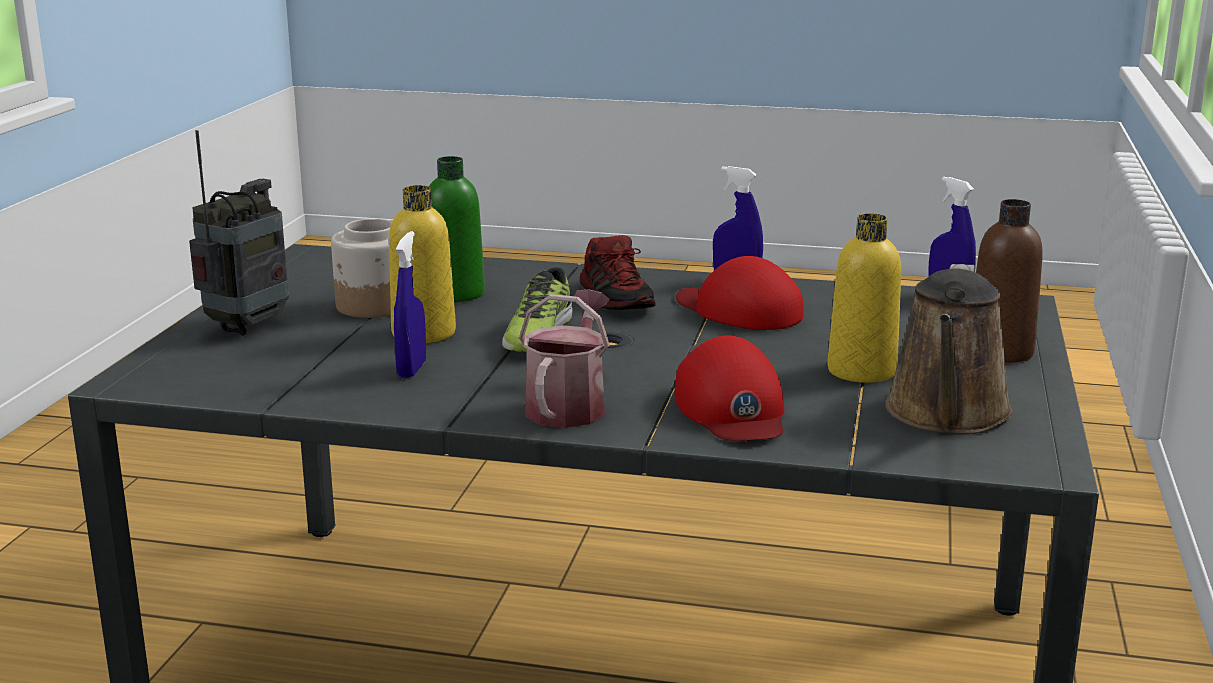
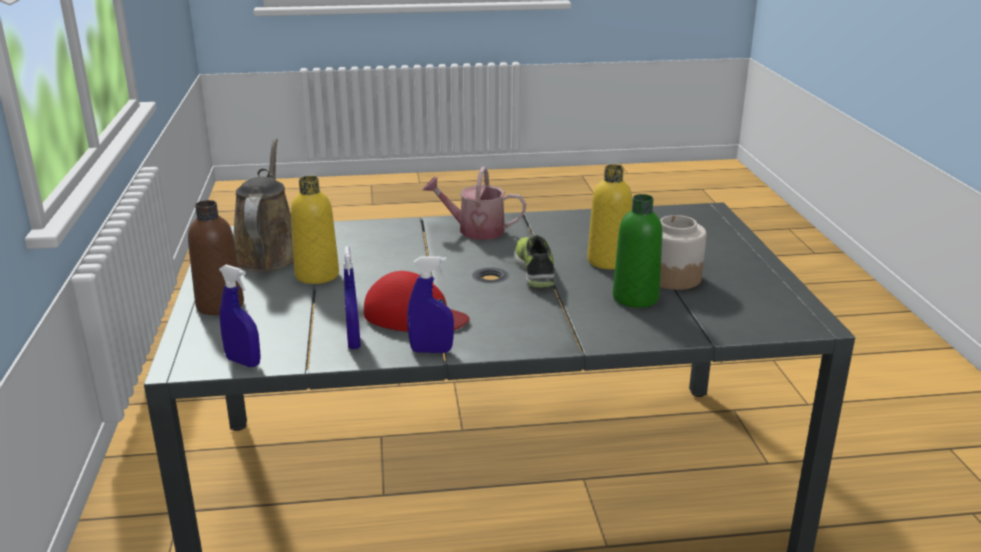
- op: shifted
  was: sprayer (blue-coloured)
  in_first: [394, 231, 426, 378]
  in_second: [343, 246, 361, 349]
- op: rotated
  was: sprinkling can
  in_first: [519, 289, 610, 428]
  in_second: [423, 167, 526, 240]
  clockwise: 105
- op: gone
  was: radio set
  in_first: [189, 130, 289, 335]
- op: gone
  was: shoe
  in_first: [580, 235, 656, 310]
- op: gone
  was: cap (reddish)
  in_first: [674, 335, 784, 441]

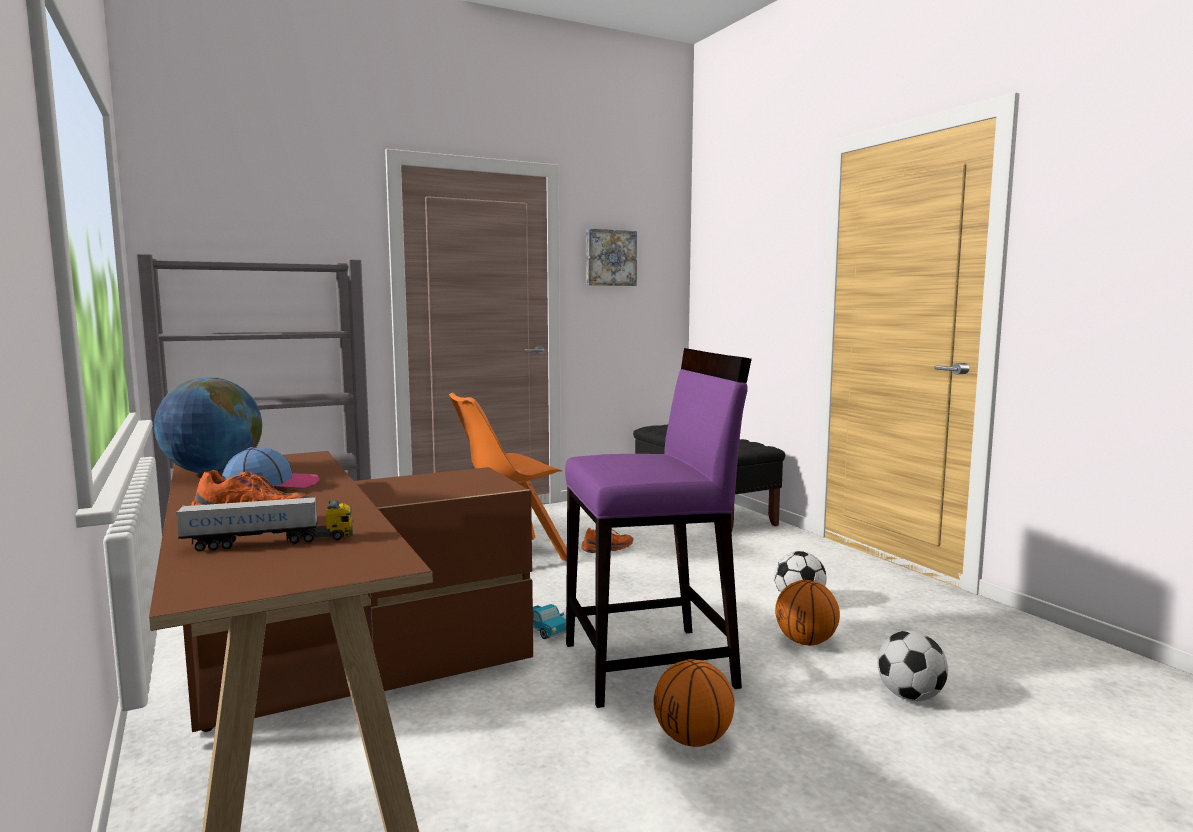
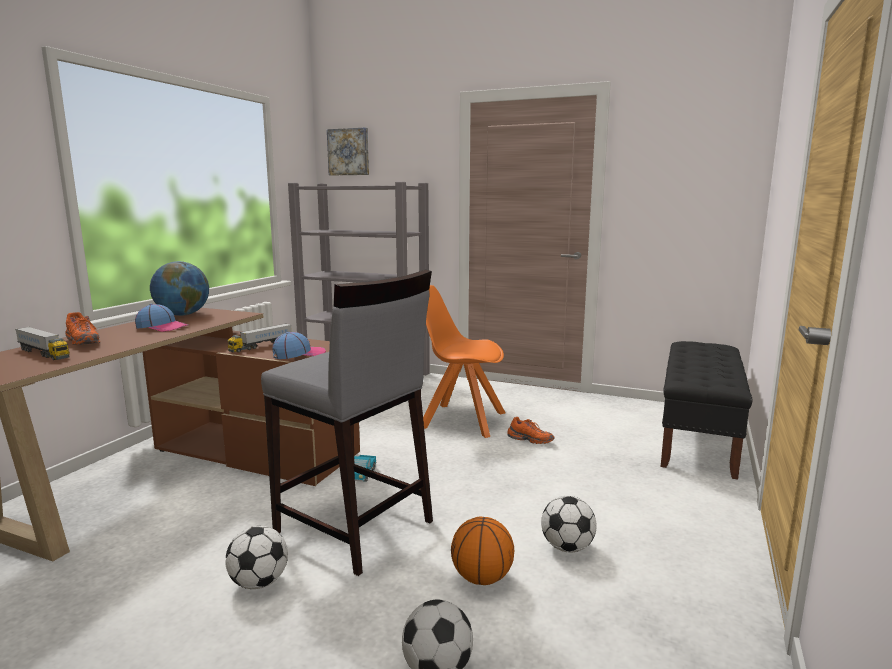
- op: swapped
  was: basketball
  now: ball for football
  in_first: [654, 659, 735, 747]
  in_second: [225, 526, 288, 589]
- op: new
  now: model truck
  in_second: [227, 323, 292, 352]
- op: repainted
  was: sitting stool (purple-coloured)
  now: sitting stool (greyish)
  in_first: [565, 348, 752, 708]
  in_second: [261, 269, 433, 576]
- op: new
  now: cap
  in_second: [272, 332, 326, 359]
- op: shifted
  was: picture
  in_first: [586, 229, 637, 286]
  in_second: [327, 127, 369, 175]

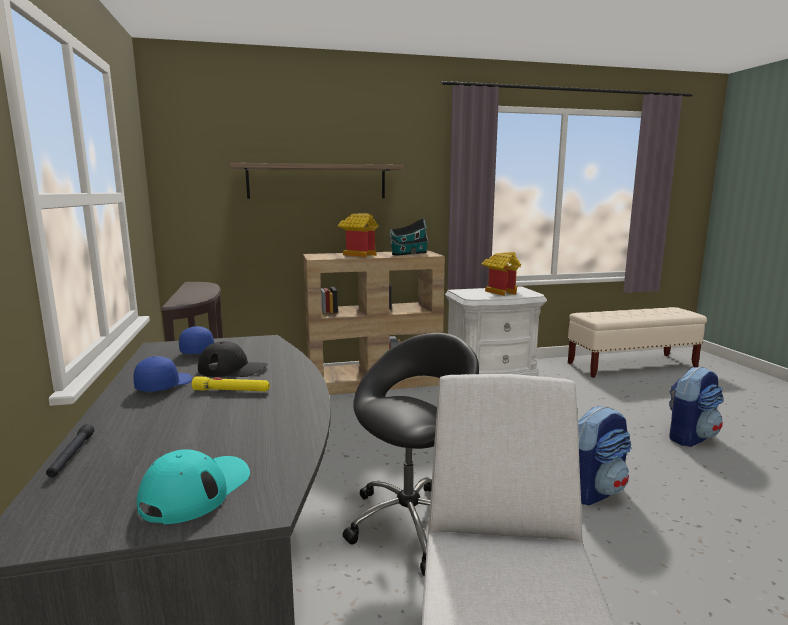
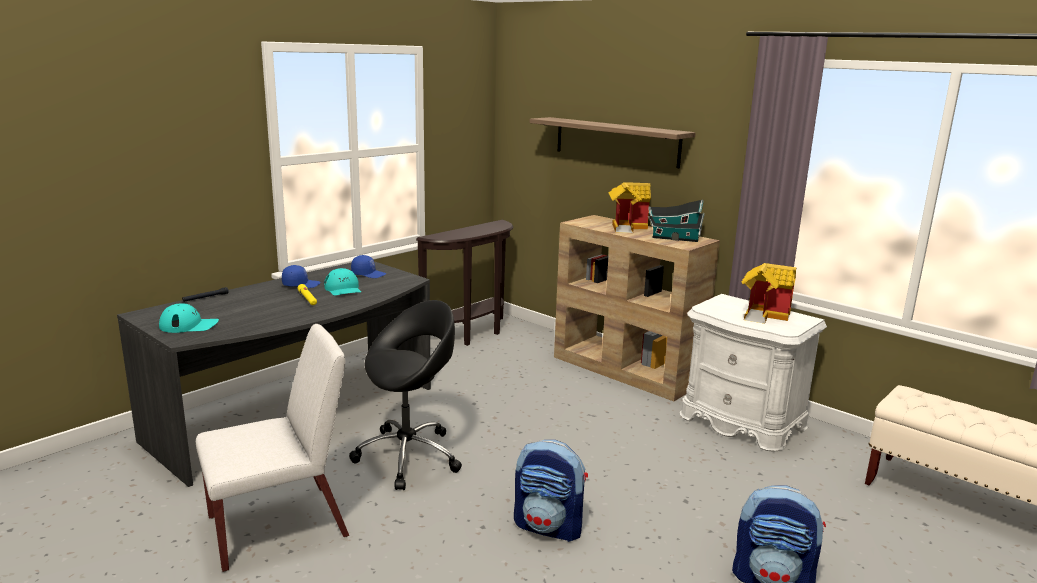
- op: repainted
  was: cap (black)
  now: cap (blue-green)
  in_first: [198, 341, 267, 377]
  in_second: [324, 268, 361, 296]
- op: rotated
  was: desk chair (black)
  in_first: [343, 333, 479, 576]
  in_second: [349, 300, 462, 490]
  clockwise: -45

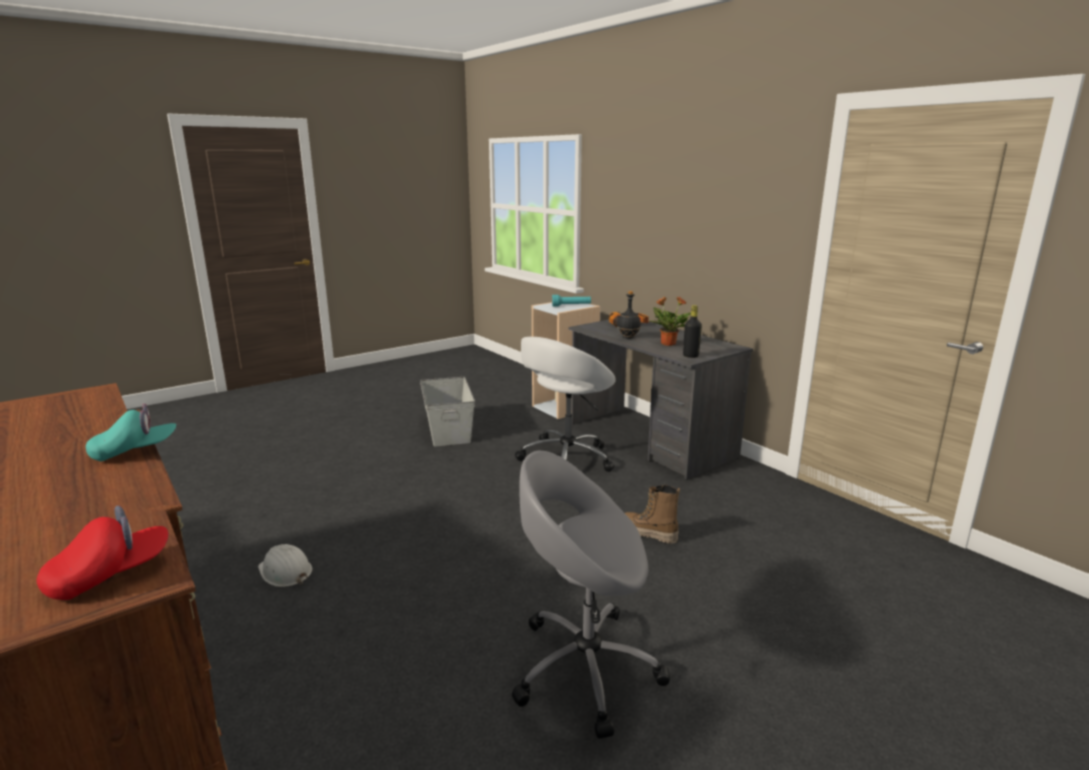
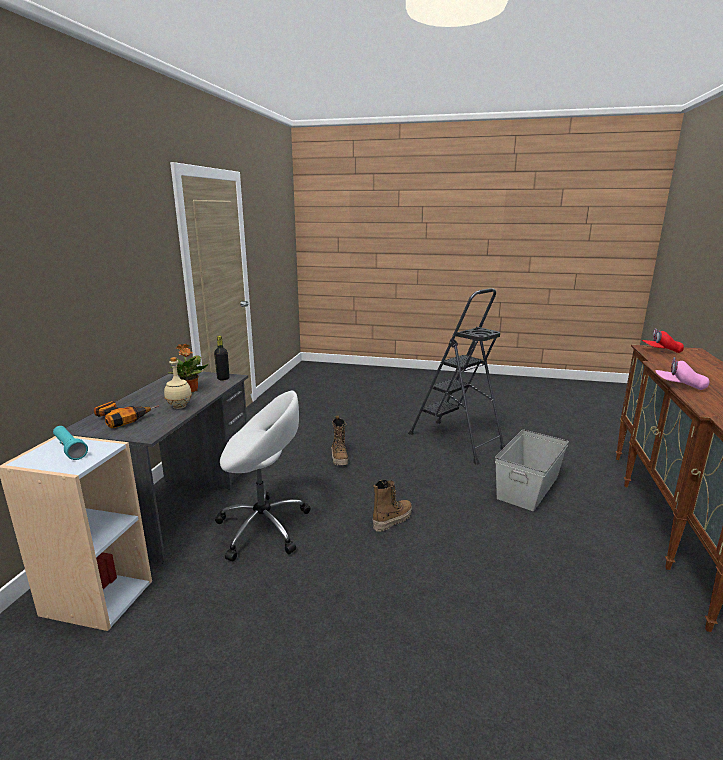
- op: repainted
  was: bottle (black)
  now: bottle (beige-coloured)
  in_first: [617, 291, 641, 338]
  in_second: [164, 357, 192, 409]
- op: new
  now: tall boot
  in_second: [373, 480, 412, 532]
- op: swapped
  was: desk chair (greyish)
  now: step ladder
  in_first: [512, 451, 670, 739]
  in_second: [408, 288, 505, 465]
- op: shifted
  was: storage box (greyish)
  in_first: [420, 377, 475, 447]
  in_second: [495, 429, 569, 511]
- op: repainted
  was: cap (blue-green)
  now: cap (pink-coloured)
  in_first: [86, 404, 176, 461]
  in_second: [655, 357, 709, 390]
- op: gone
  was: work helmet (whitish)
  in_first: [258, 544, 312, 587]

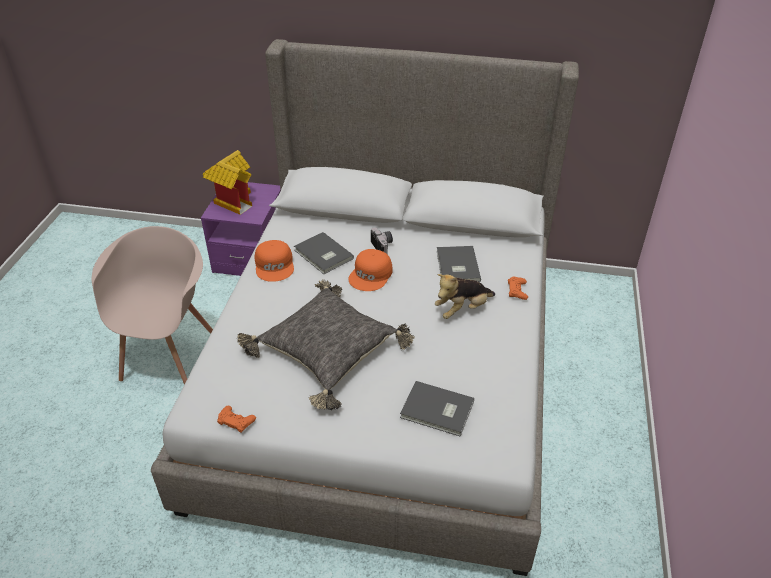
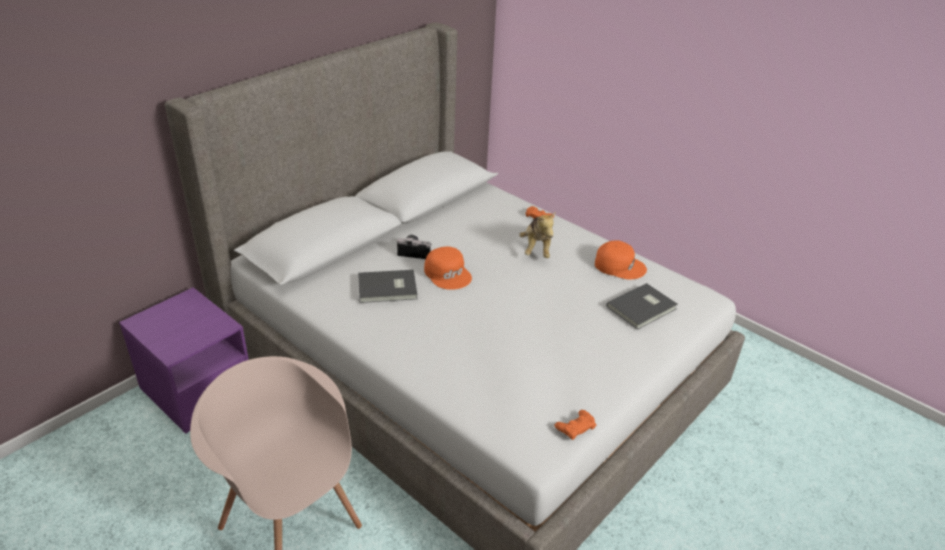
- op: shifted
  was: cap (orange)
  in_first: [254, 240, 294, 282]
  in_second: [595, 240, 647, 280]
- op: gone
  was: miniature house
  in_first: [203, 150, 252, 215]
- op: gone
  was: throw pillow
  in_first: [236, 279, 415, 410]
- op: gone
  was: book (greyish)
  in_first: [437, 246, 481, 282]

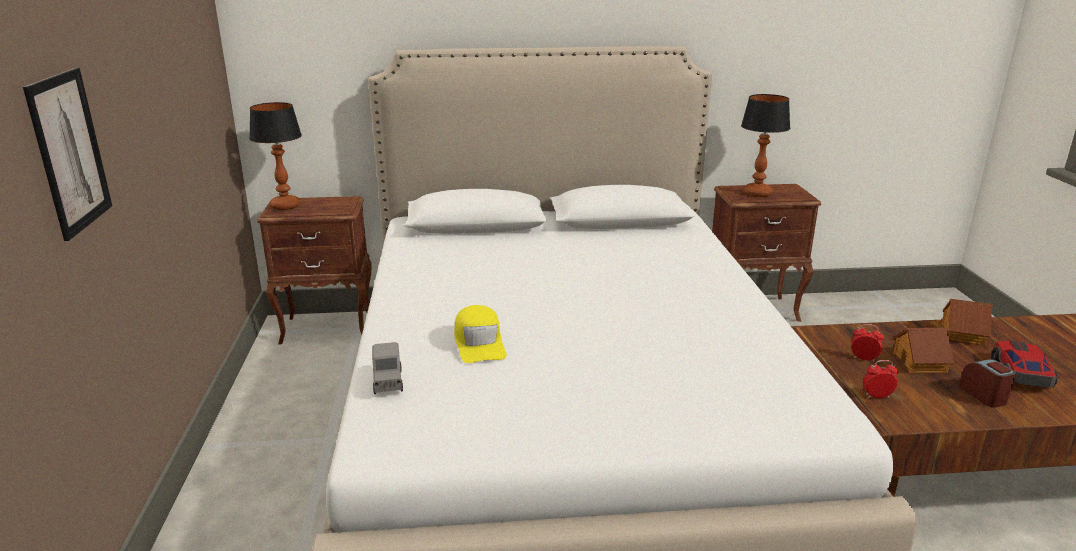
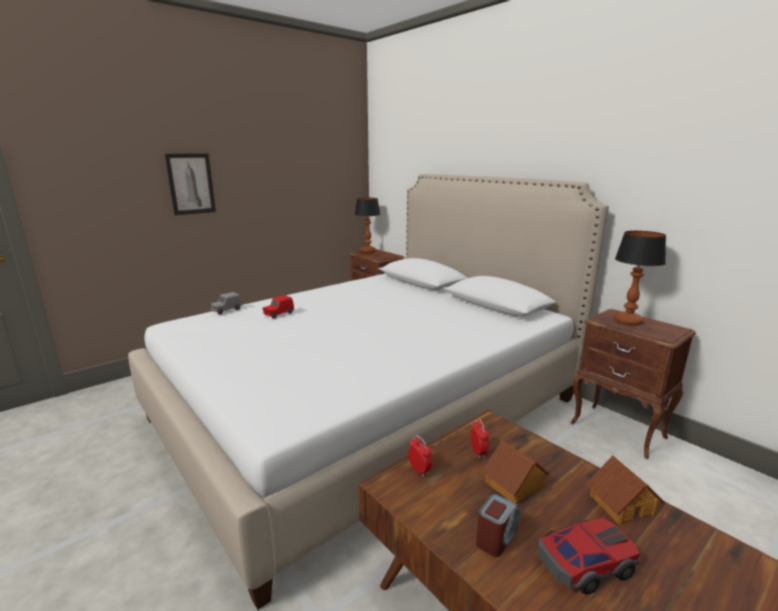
- op: swapped
  was: cap (yellow)
  now: model car (reddish)
  in_first: [454, 305, 507, 363]
  in_second: [263, 295, 294, 318]

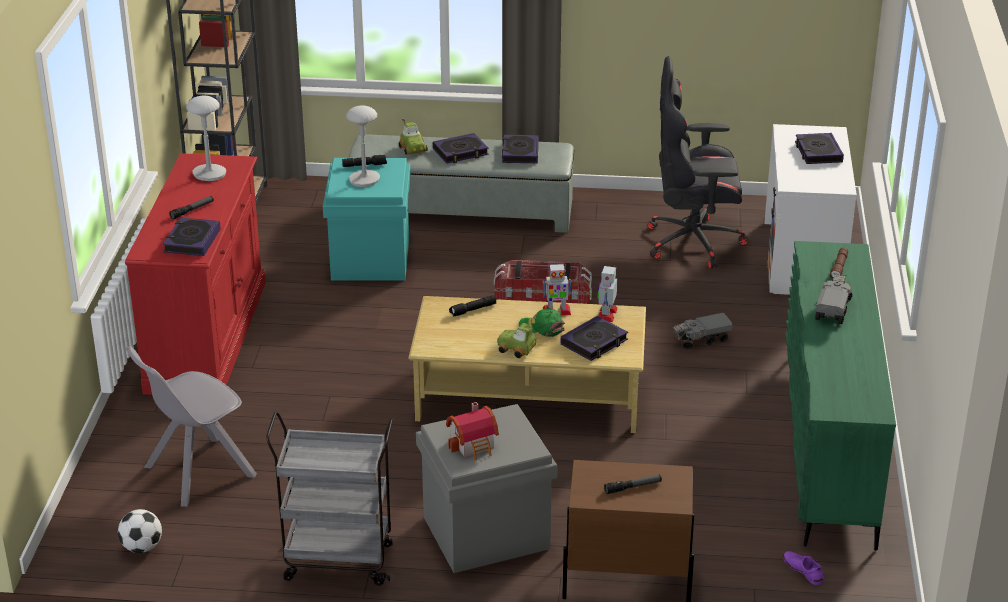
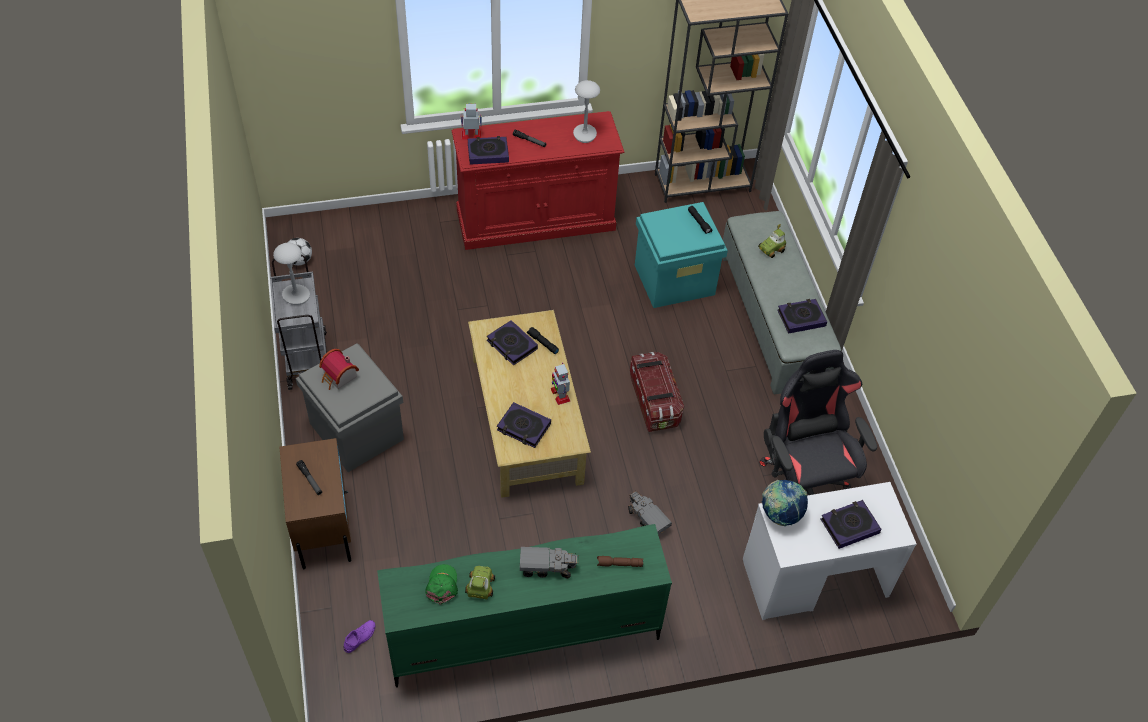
- op: shifted
  was: lamp for a table (greyish)
  in_first: [346, 105, 380, 187]
  in_second: [273, 243, 310, 305]
- op: shifted
  was: cap (greenish)
  in_first: [519, 308, 565, 337]
  in_second: [426, 564, 458, 605]
- op: shifted
  was: model robot
  in_first: [597, 265, 618, 322]
  in_second: [461, 104, 482, 140]
- op: shifted
  was: model car
  in_first: [497, 318, 536, 358]
  in_second: [465, 566, 495, 600]
- op: shifted
  was: book
  in_first: [433, 133, 488, 164]
  in_second: [487, 320, 538, 366]
- op: new
  now: world globe
  in_second: [761, 480, 808, 526]
- op: gone
  was: chair (greyish)
  in_first: [126, 346, 257, 507]

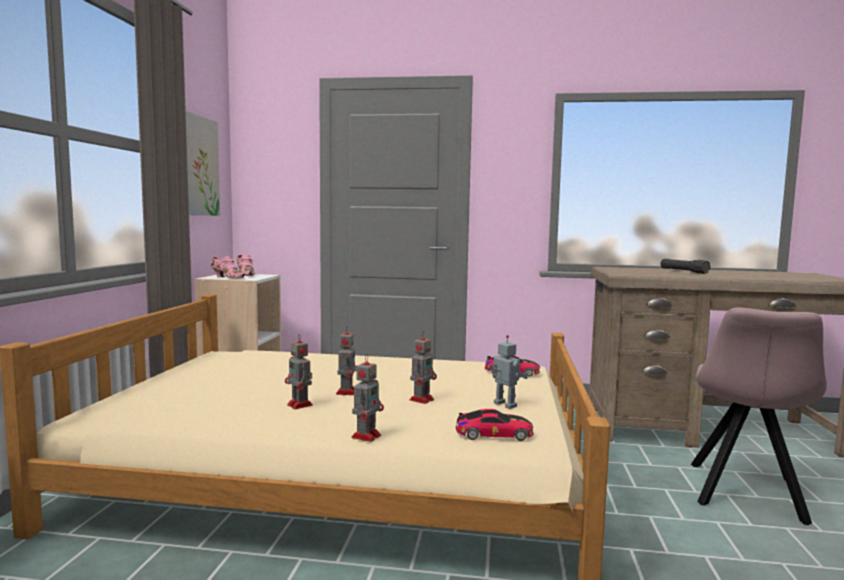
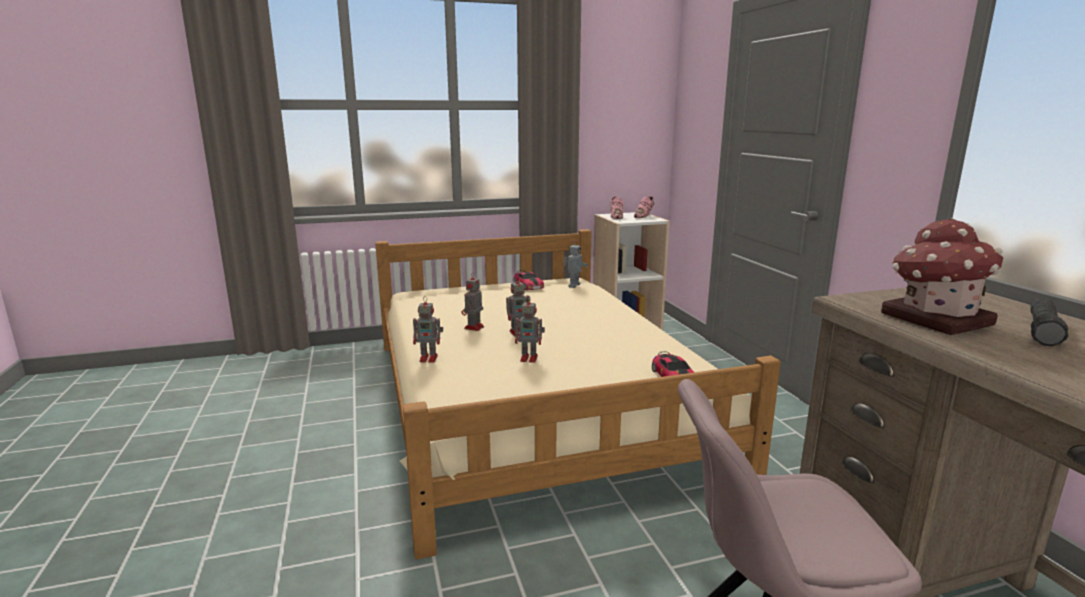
- op: shifted
  was: model car
  in_first: [456, 409, 533, 441]
  in_second: [514, 270, 544, 290]
- op: shifted
  was: model robot
  in_first: [492, 335, 528, 409]
  in_second: [563, 241, 588, 288]
- op: new
  now: miniature house
  in_second: [881, 218, 1003, 335]
- op: gone
  was: picture
  in_first: [186, 111, 220, 216]

